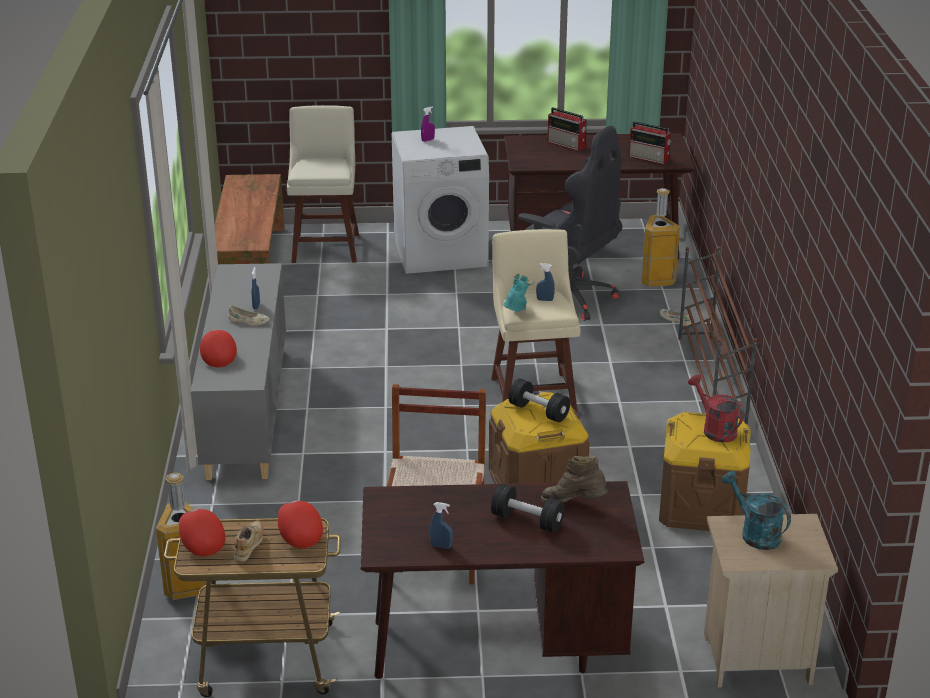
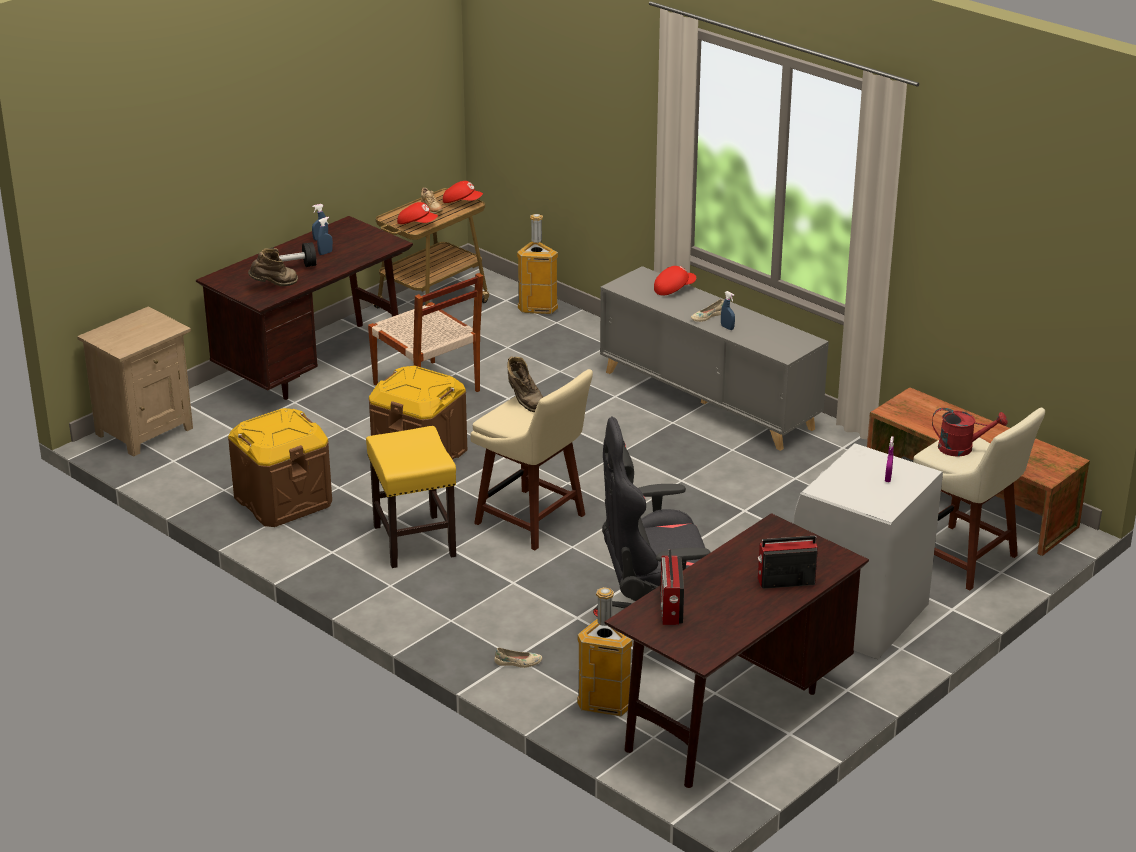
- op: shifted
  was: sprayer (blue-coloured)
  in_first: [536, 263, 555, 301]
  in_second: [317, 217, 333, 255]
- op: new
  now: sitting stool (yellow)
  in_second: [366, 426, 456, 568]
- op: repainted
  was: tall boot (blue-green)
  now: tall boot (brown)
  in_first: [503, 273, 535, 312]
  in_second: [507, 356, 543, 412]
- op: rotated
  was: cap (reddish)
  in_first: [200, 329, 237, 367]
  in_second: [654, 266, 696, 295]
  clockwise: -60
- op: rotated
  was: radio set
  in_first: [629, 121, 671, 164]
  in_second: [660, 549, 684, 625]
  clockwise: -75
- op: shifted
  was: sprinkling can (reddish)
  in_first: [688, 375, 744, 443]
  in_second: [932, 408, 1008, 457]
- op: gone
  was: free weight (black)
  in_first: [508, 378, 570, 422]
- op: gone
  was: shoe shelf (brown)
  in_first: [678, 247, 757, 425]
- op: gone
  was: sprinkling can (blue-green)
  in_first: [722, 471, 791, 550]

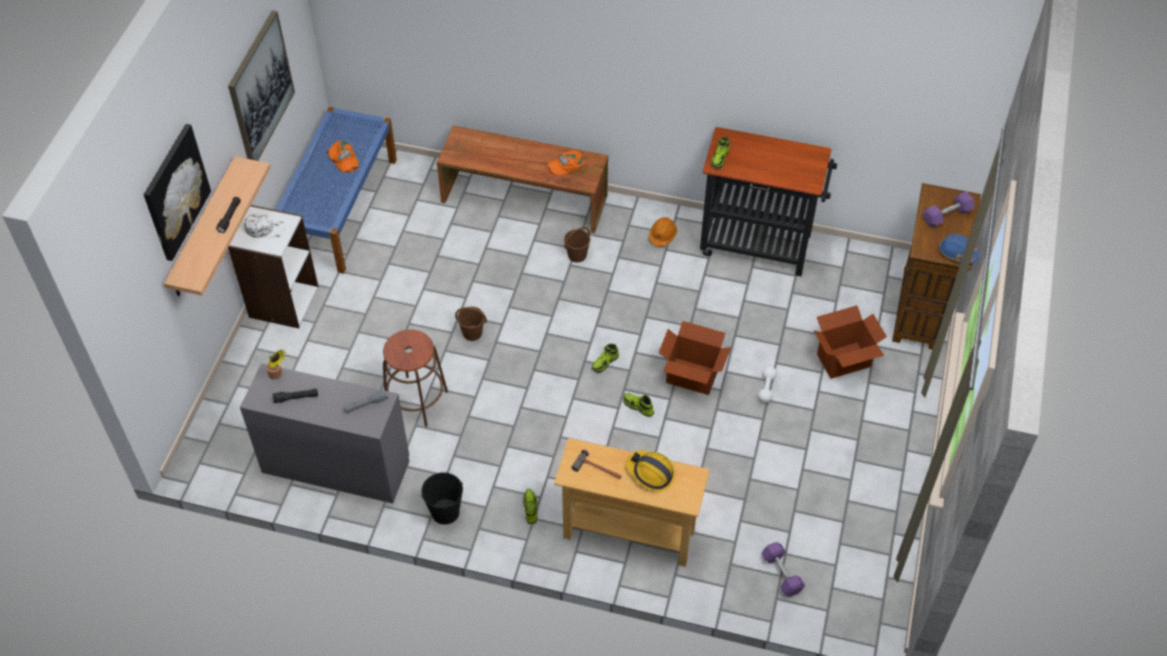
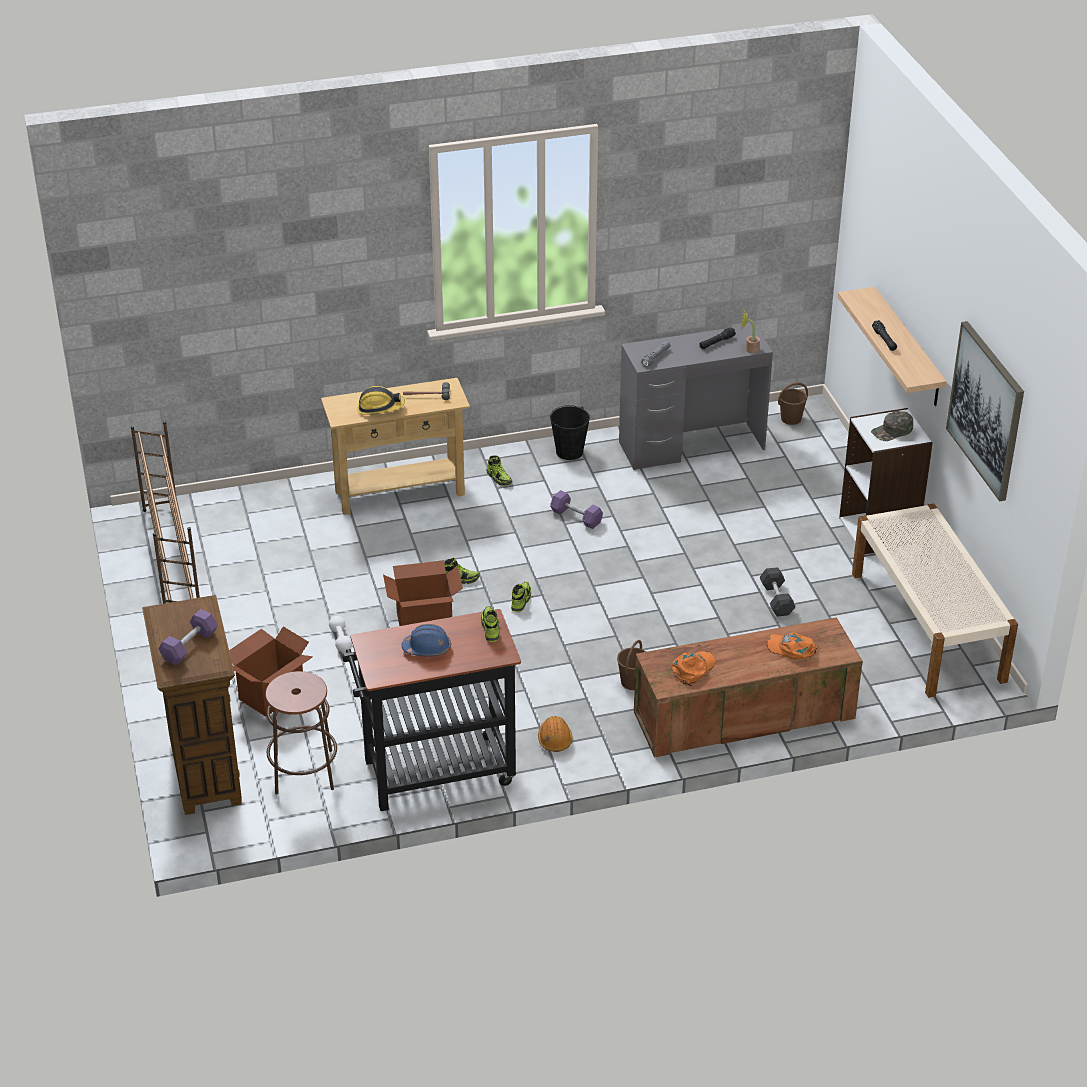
- op: new
  now: shoe shelf (brown)
  in_second: [131, 421, 200, 604]
- op: shifted
  was: sitting stool (brown)
  in_first: [383, 330, 448, 427]
  in_second: [265, 671, 337, 795]
- op: shifted
  was: work helmet (blue-coloured)
  in_first: [939, 234, 979, 264]
  in_second: [402, 624, 451, 656]
- op: shifted
  was: free weight (purple-coloured)
  in_first: [761, 542, 805, 597]
  in_second: [550, 490, 603, 529]
- op: new
  now: free weight (greyish)
  in_second: [760, 567, 796, 617]
- op: shifted
  was: cap (orange)
  in_first: [326, 141, 359, 172]
  in_second: [766, 632, 819, 659]
- op: shifted
  was: pail (brown)
  in_first: [455, 307, 487, 341]
  in_second: [778, 382, 808, 425]
- op: repainted
  was: long seat (blue-coloured)
  now: long seat (beige-coloured)
  in_first: [276, 107, 397, 274]
  in_second: [852, 503, 1018, 698]
- op: repainted
  was: cap (whitish)
  now: cap (greenish)
  in_first: [244, 213, 286, 238]
  in_second: [871, 411, 913, 441]
- op: gone
  was: picture
  in_first: [144, 124, 211, 261]

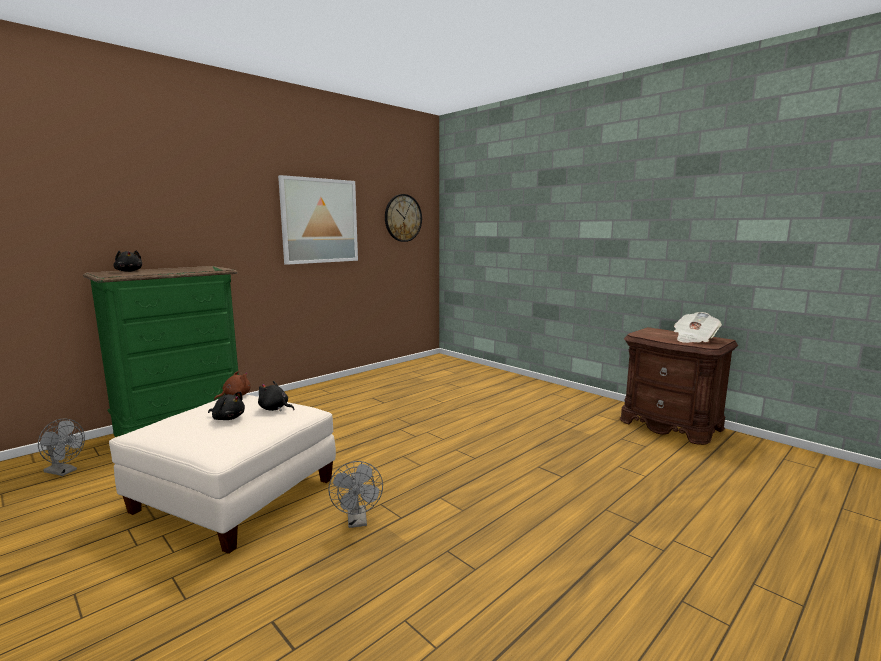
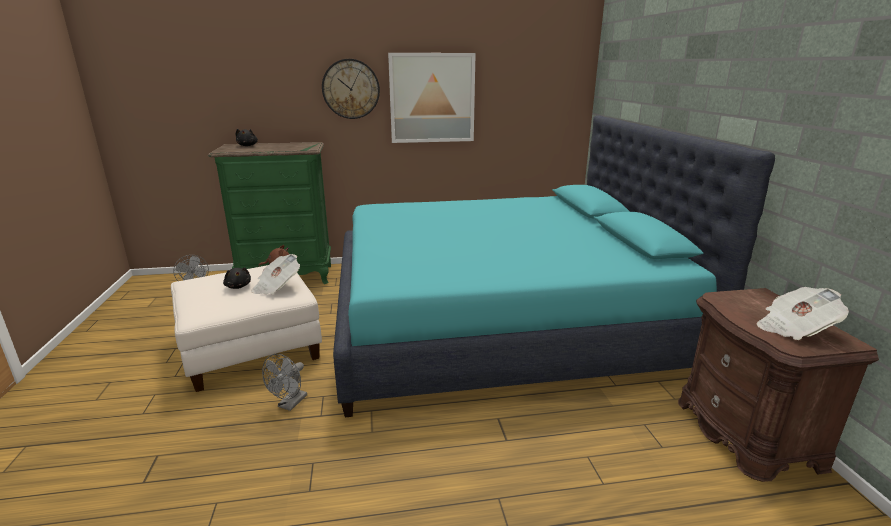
- op: swapped
  was: cuddly toy (black)
  now: printed paper
  in_first: [258, 381, 294, 411]
  in_second: [251, 254, 300, 295]
- op: shifted
  was: hanging clock
  in_first: [385, 194, 422, 242]
  in_second: [322, 59, 380, 119]
- op: new
  now: bedroom bed (blue-green)
  in_second: [333, 115, 775, 417]

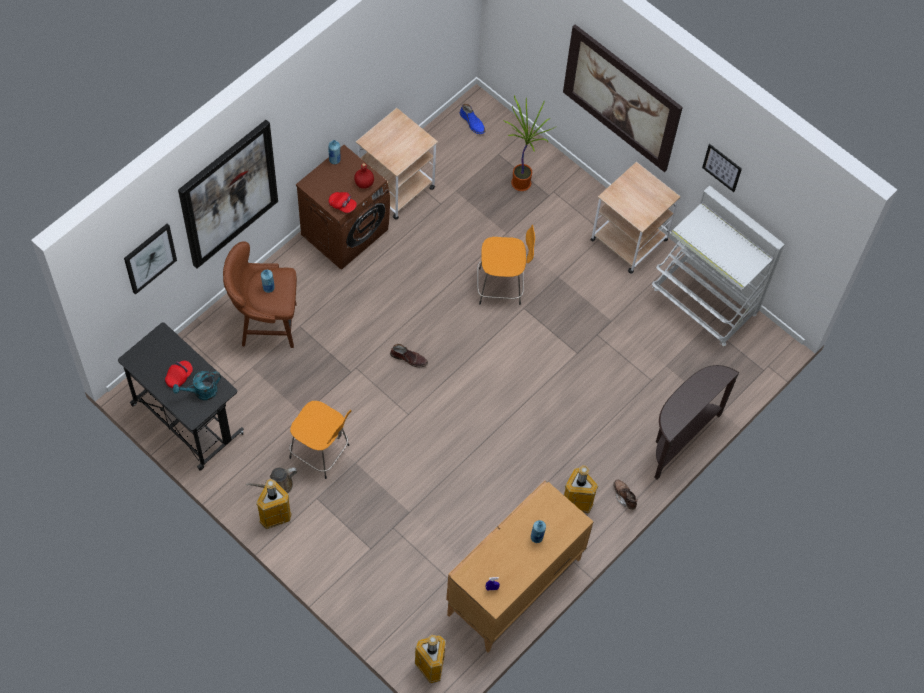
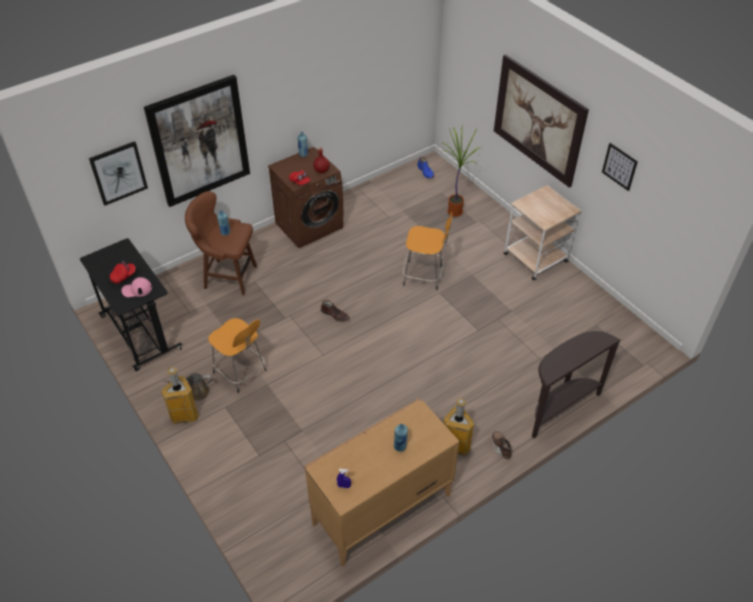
- op: swapped
  was: sprinkling can (blue-green)
  now: cap (pink-coloured)
  in_first: [173, 371, 221, 400]
  in_second: [121, 277, 152, 297]
- op: gone
  was: cart (beige-coloured)
  in_first: [356, 108, 438, 220]
- op: gone
  was: trash can
  in_first: [415, 635, 446, 683]
- op: gone
  was: shoe shelf (whitish)
  in_first: [652, 186, 785, 346]

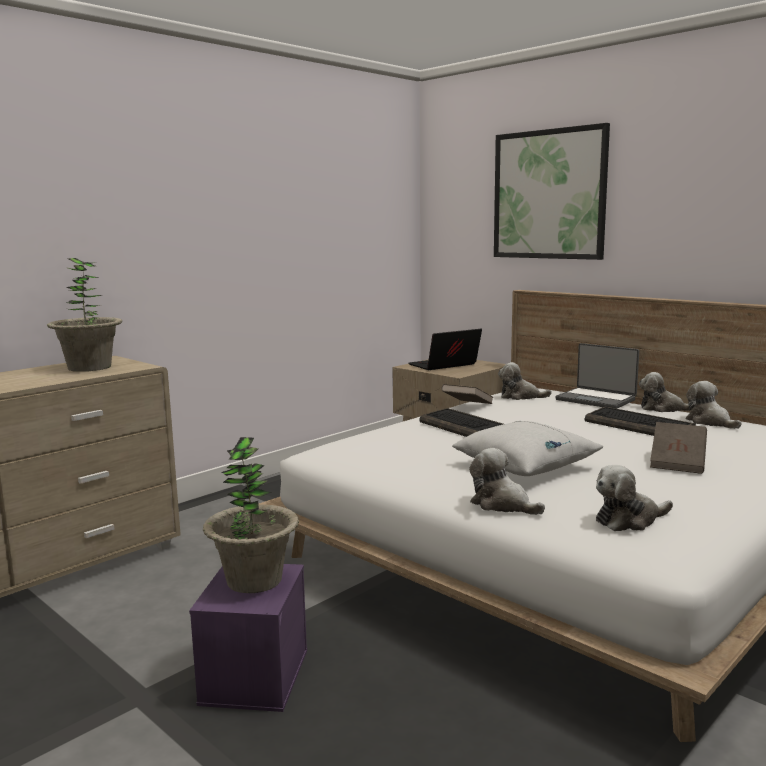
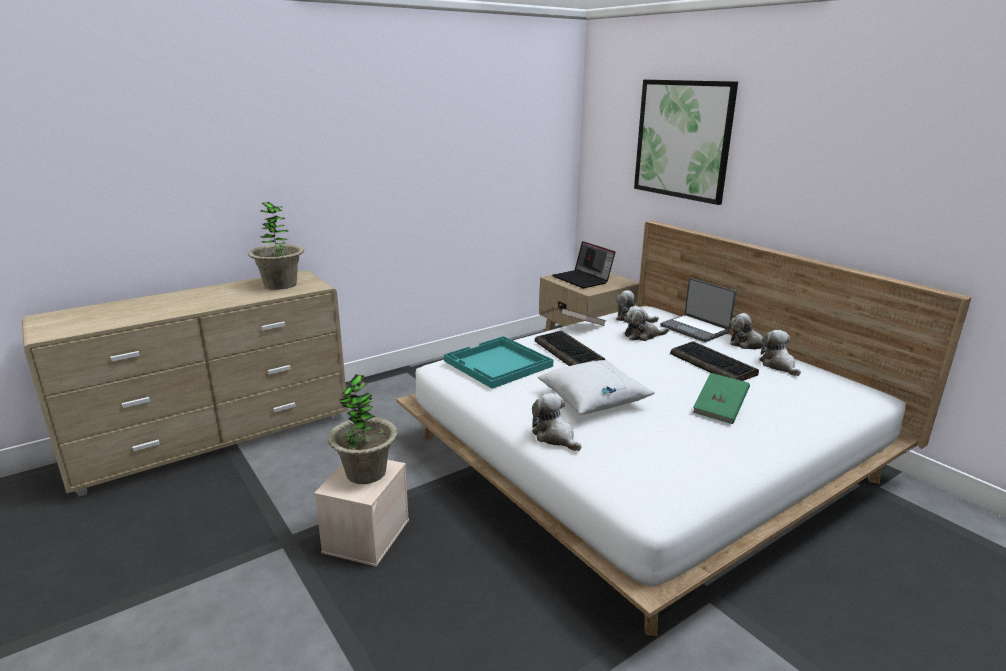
- op: repainted
  was: storage box (purple-coloured)
  now: storage box (beige-coloured)
  in_first: [189, 564, 307, 712]
  in_second: [314, 460, 409, 567]
- op: new
  now: tray (blue-green)
  in_second: [444, 336, 553, 389]
- op: rotated
  was: portable computer
  in_first: [409, 329, 482, 370]
  in_second: [552, 241, 615, 288]
  clockwise: -105
- op: shifted
  was: cuddly toy
  in_first: [596, 465, 673, 531]
  in_second: [624, 306, 669, 341]
- op: repainted
  was: book (brown)
  now: book (greenish)
  in_first: [650, 422, 707, 474]
  in_second: [693, 373, 750, 424]

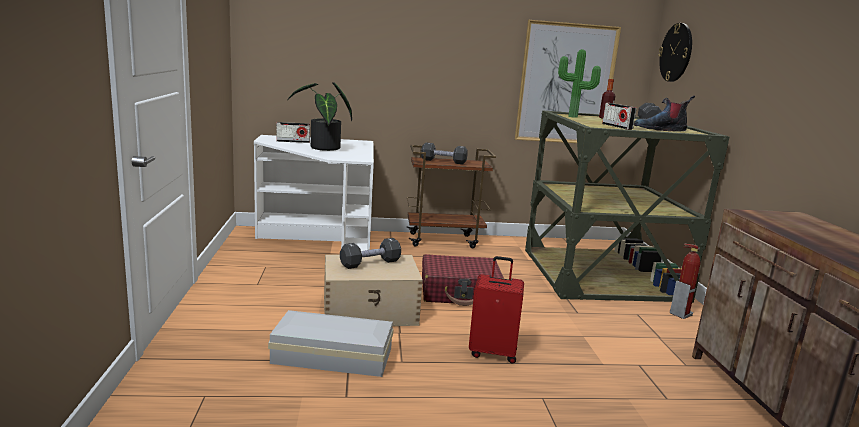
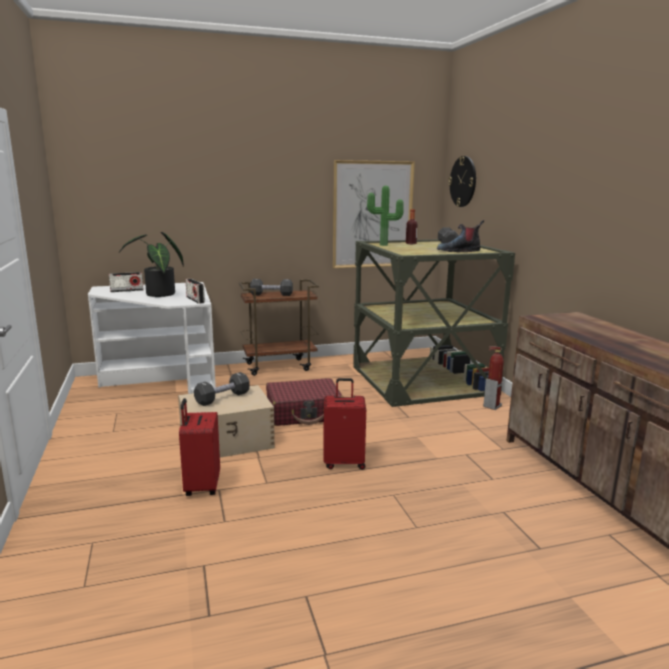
- op: swapped
  was: storage box (whitish)
  now: piece of luggage (reddish)
  in_first: [268, 310, 394, 377]
  in_second: [179, 398, 220, 496]
- op: shifted
  was: radio set
  in_first: [602, 103, 636, 130]
  in_second: [186, 279, 205, 304]

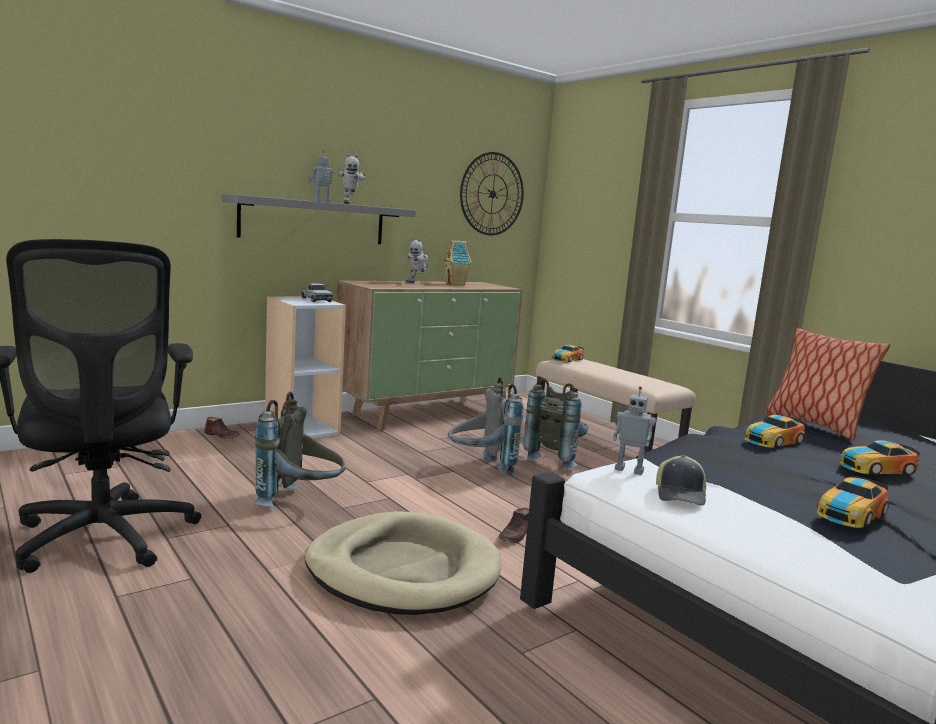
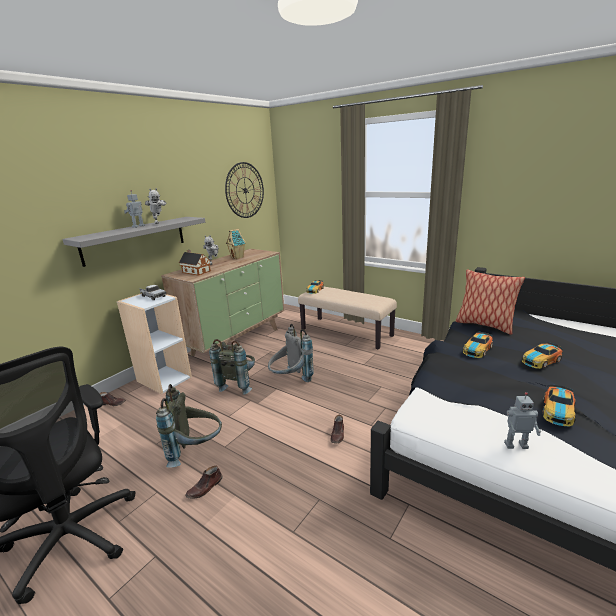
- op: new
  now: miniature house
  in_second: [179, 250, 211, 276]
- op: new
  now: shoe (brown)
  in_second: [185, 465, 223, 498]
- op: shifted
  was: backpack (greyish)
  in_first: [523, 378, 588, 470]
  in_second: [209, 339, 255, 395]
- op: shifted
  was: model robot
  in_first: [613, 386, 656, 475]
  in_second: [504, 392, 541, 449]
- op: gone
  was: pet bed (beige-coloured)
  in_first: [305, 511, 501, 615]
- op: gone
  was: cap
  in_first: [656, 455, 706, 506]

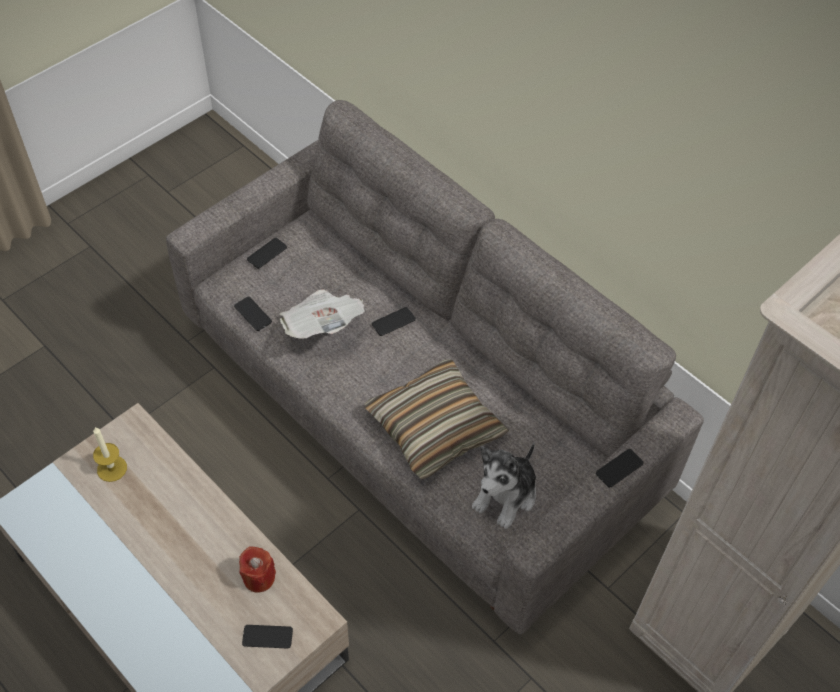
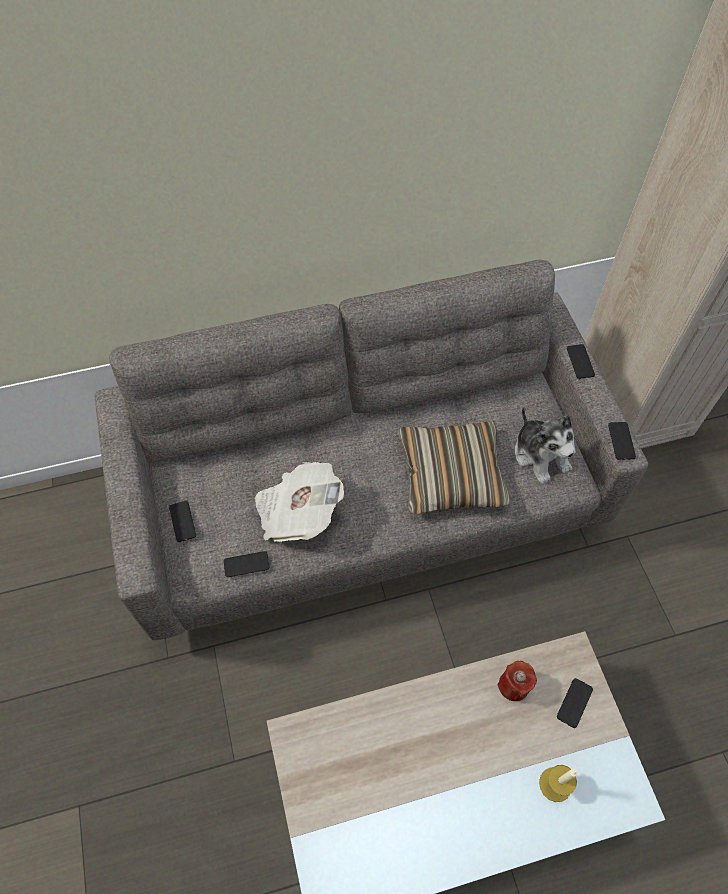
- op: shifted
  was: wax candle
  in_first: [93, 427, 127, 482]
  in_second: [539, 765, 578, 802]
- op: shifted
  was: handset
  in_first: [372, 307, 416, 336]
  in_second: [608, 422, 636, 460]

